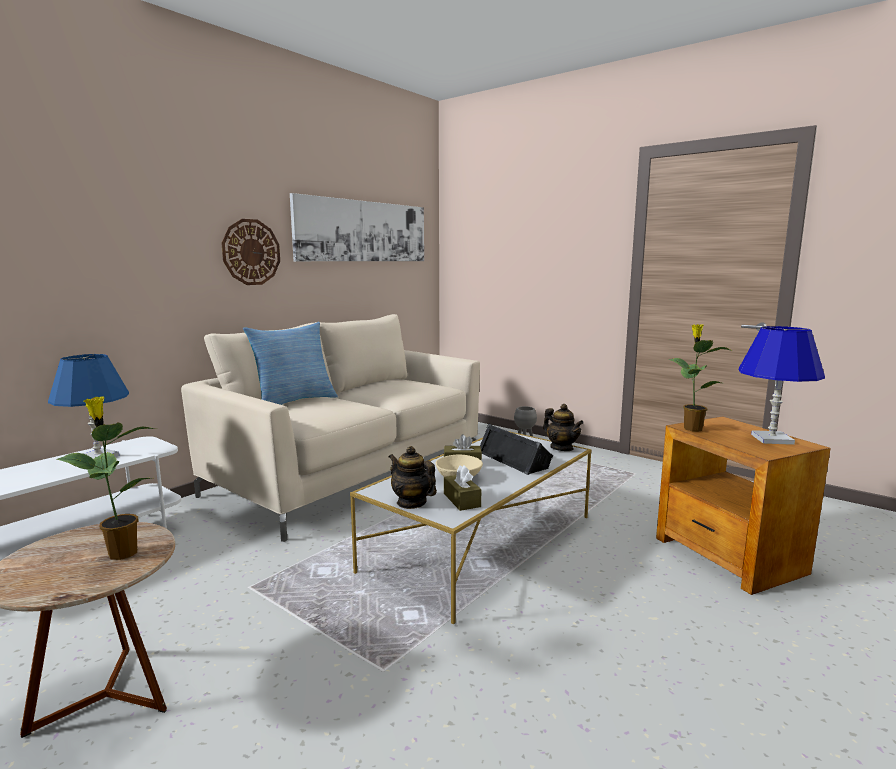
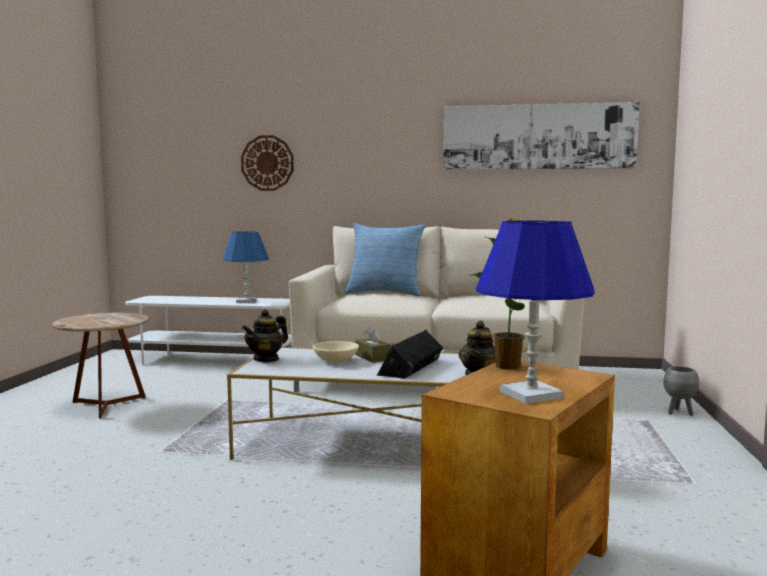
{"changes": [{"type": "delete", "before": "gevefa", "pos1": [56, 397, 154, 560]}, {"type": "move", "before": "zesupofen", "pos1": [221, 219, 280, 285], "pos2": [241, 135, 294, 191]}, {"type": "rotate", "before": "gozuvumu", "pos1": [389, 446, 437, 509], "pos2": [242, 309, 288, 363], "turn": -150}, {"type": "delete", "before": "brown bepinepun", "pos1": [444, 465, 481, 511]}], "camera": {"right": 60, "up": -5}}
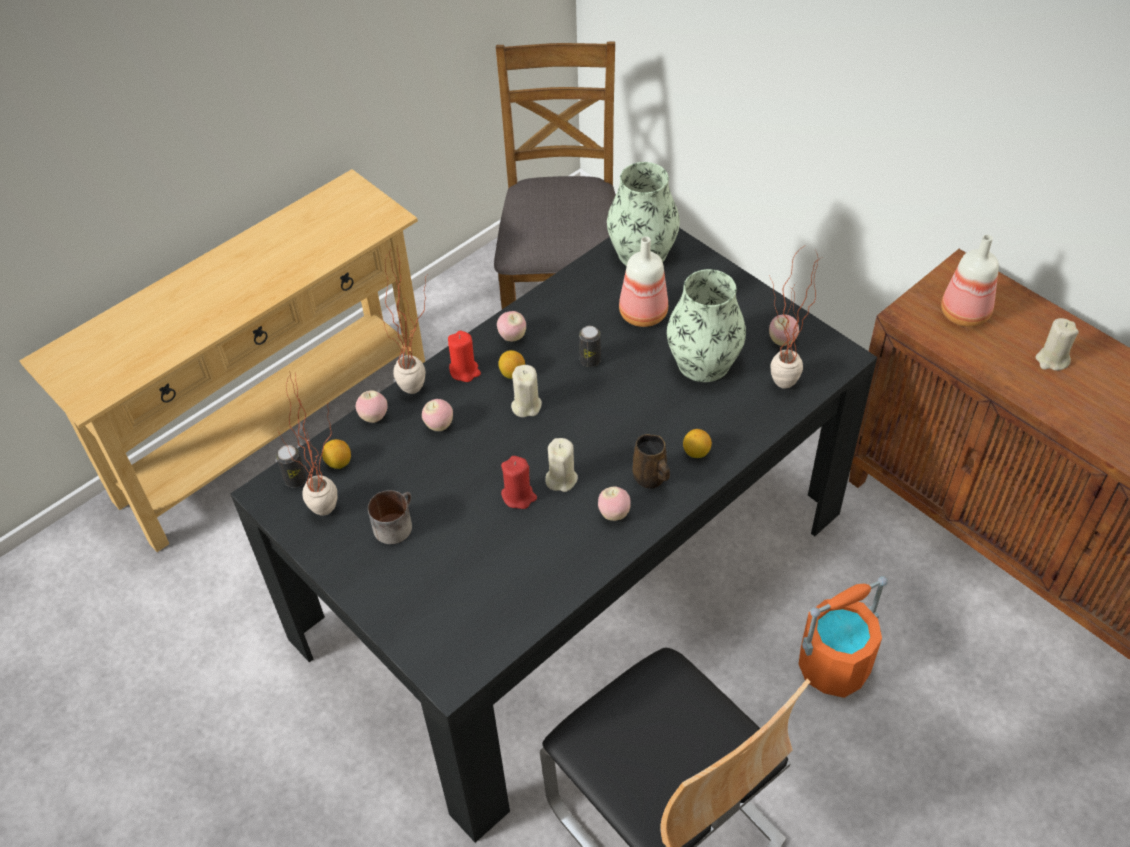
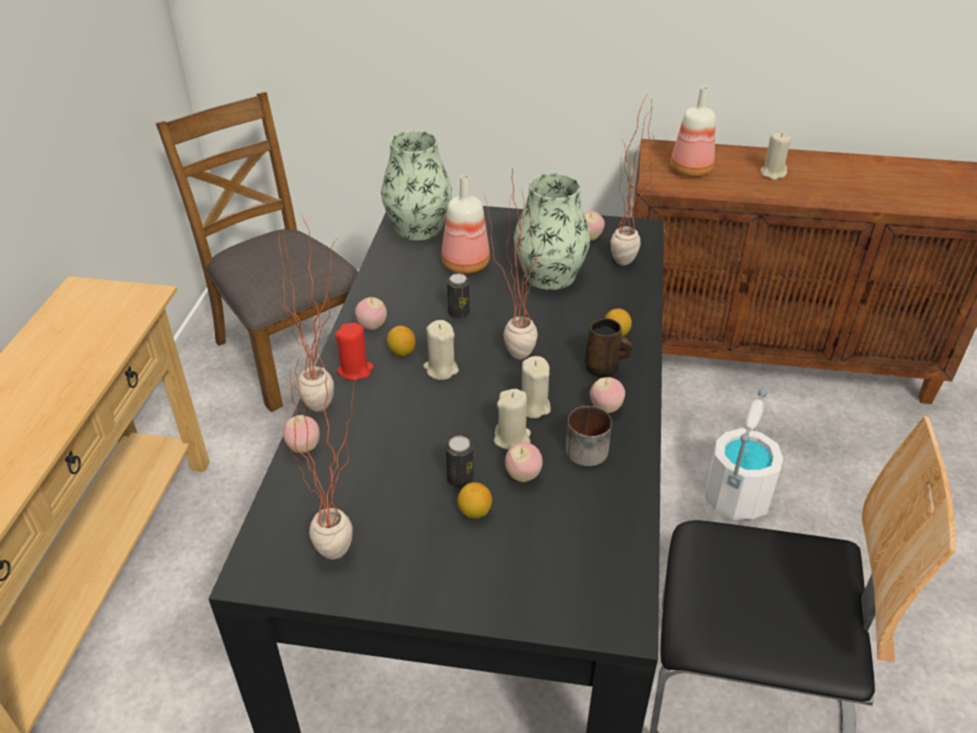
{"changes": [{"type": "move", "before": "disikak", "pos1": [276, 445, 307, 488], "pos2": [446, 436, 473, 488]}, {"type": "move", "before": "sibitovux", "pos1": [322, 439, 351, 469], "pos2": [457, 482, 492, 519]}, {"type": "move", "before": "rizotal", "pos1": [368, 490, 412, 544], "pos2": [566, 406, 612, 466]}, {"type": "move", "before": "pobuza", "pos1": [422, 399, 453, 431], "pos2": [505, 442, 543, 482]}, {"type": "recolor", "before": "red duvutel", "after": "beige duvutel", "pos1": [501, 456, 537, 509], "pos2": [494, 389, 531, 450]}, {"type": "recolor", "before": "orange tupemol", "after": "white tupemol", "pos1": [799, 576, 888, 698], "pos2": [705, 389, 783, 520]}, {"type": "insert", "after": "gevefa", "pos2": [484, 169, 545, 360]}], "camera": {"right": -40, "up": -10}}
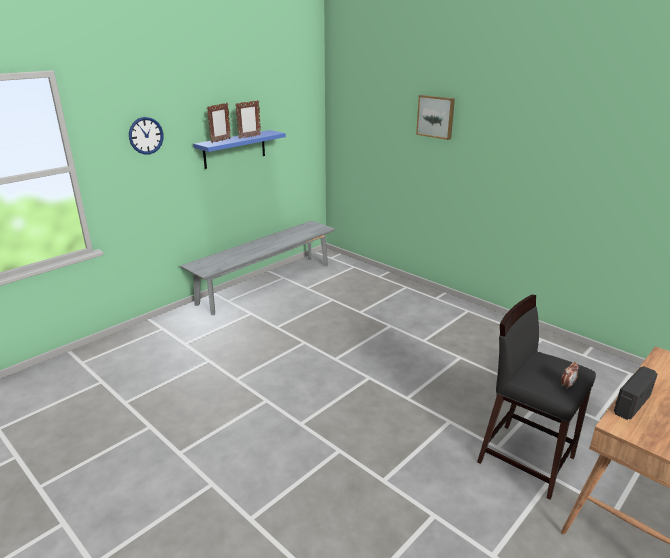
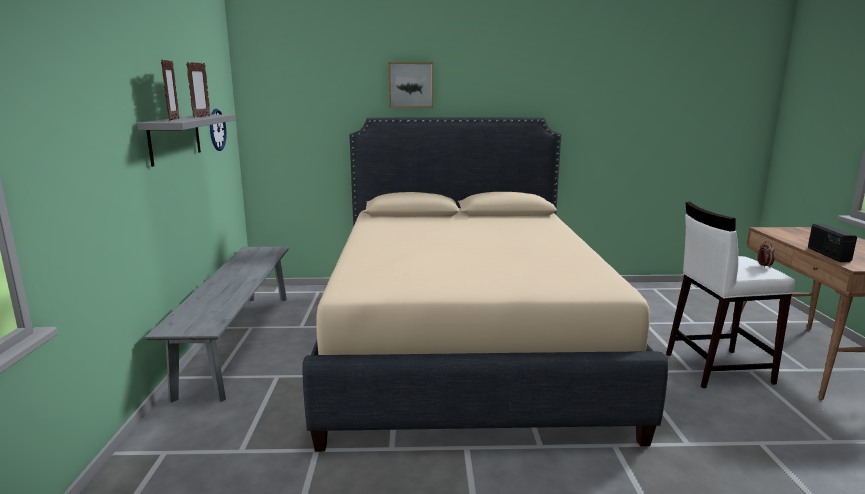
{"changes": [{"type": "move", "before": "zesupofen", "pos1": [129, 117, 163, 155], "pos2": [210, 109, 227, 151]}, {"type": "recolor", "before": "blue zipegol", "after": "grey zipegol", "pos1": [193, 130, 286, 169], "pos2": [137, 115, 235, 167]}, {"type": "recolor", "before": "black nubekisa", "after": "white nubekisa", "pos1": [477, 294, 596, 500], "pos2": [666, 202, 795, 388]}, {"type": "insert", "after": "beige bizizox", "pos2": [303, 117, 668, 452]}], "camera": {"right": -45, "up": -10}}
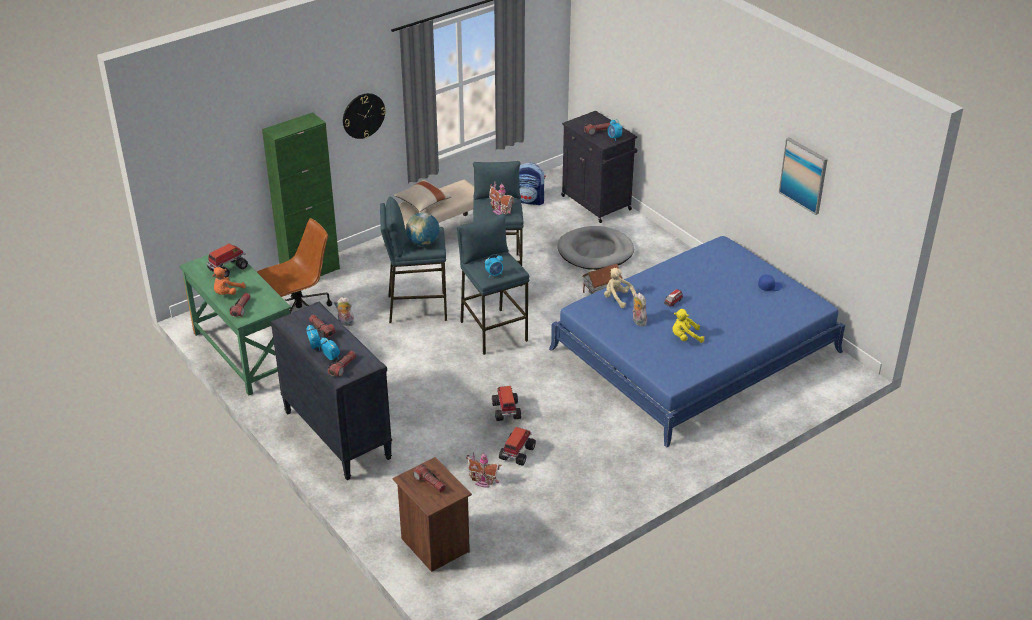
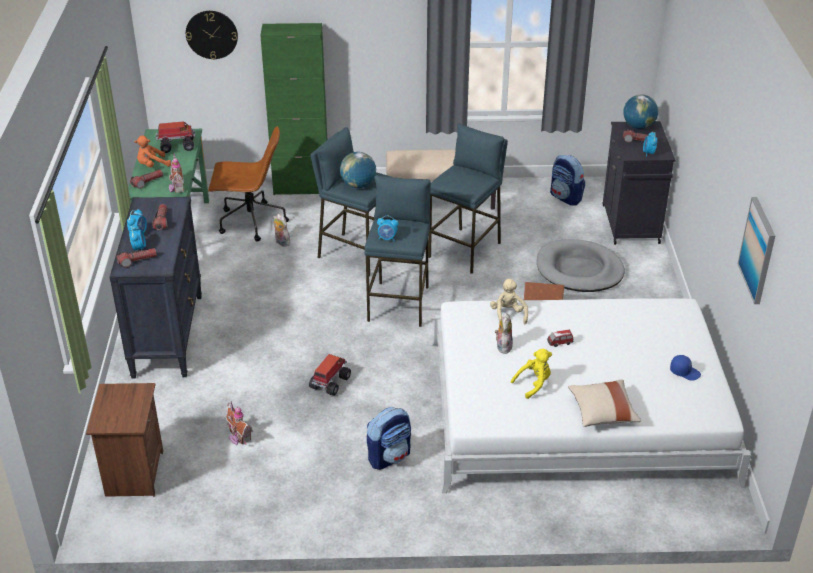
{"changes": [{"type": "move", "before": "zesupofen", "pos1": [343, 93, 386, 139], "pos2": [186, 11, 238, 60]}, {"type": "move", "before": "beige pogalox", "pos1": [394, 180, 451, 212], "pos2": [568, 380, 641, 427]}, {"type": "delete", "before": "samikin", "pos1": [413, 464, 446, 492]}, {"type": "move", "before": "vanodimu", "pos1": [489, 181, 514, 215], "pos2": [169, 153, 184, 193]}, {"type": "delete", "before": "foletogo", "pos1": [499, 427, 536, 466]}, {"type": "recolor", "before": "blue bizizox", "after": "white bizizox", "pos1": [549, 236, 845, 448], "pos2": [432, 298, 751, 493]}, {"type": "rotate", "before": "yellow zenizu", "pos1": [673, 309, 704, 343], "pos2": [511, 349, 552, 399], "turn": 120}, {"type": "insert", "after": "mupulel", "pos2": [367, 407, 411, 470]}, {"type": "insert", "after": "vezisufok", "pos2": [623, 95, 658, 129]}], "camera": {"right": 35, "up": 0}}
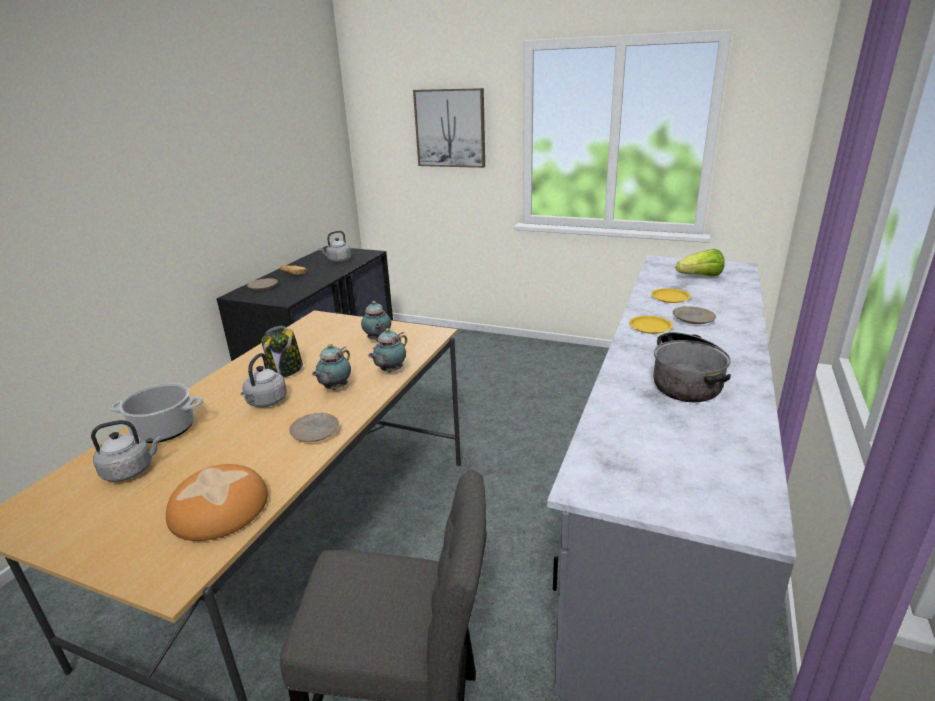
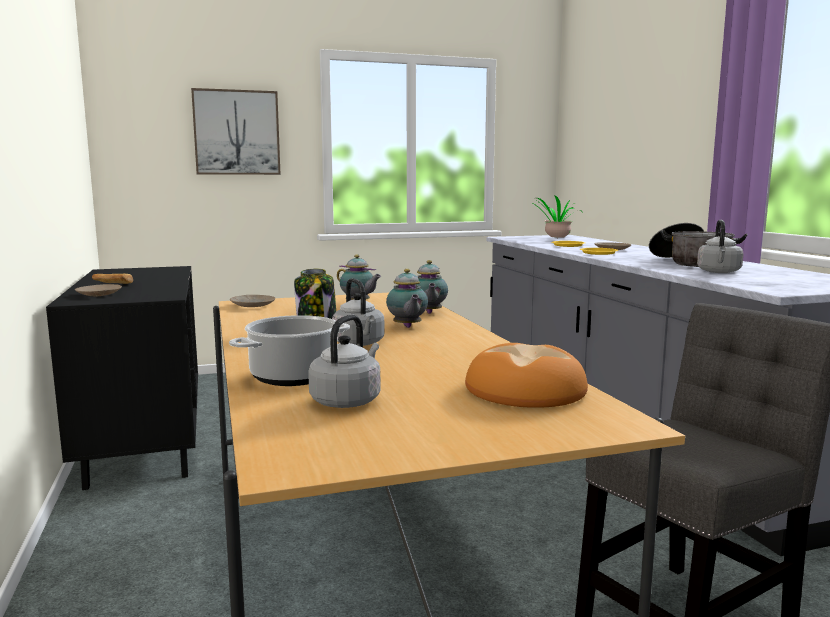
{"changes": [{"type": "move", "before": "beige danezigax", "pos1": [289, 413, 339, 442], "pos2": [230, 295, 276, 307]}, {"type": "move", "before": "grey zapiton", "pos1": [319, 231, 351, 262], "pos2": [697, 220, 744, 273]}, {"type": "replace", "before": "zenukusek", "after": "gevefa", "pos1": [676, 249, 725, 277], "pos2": [531, 195, 583, 239]}], "camera": {"right": -40, "up": -15}}
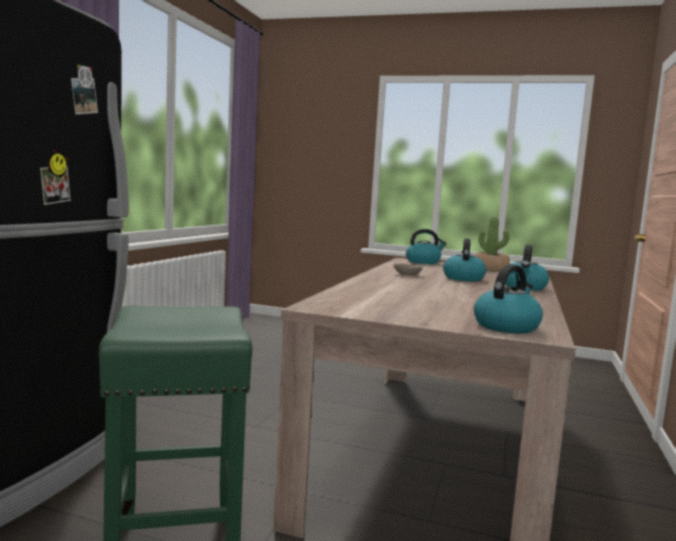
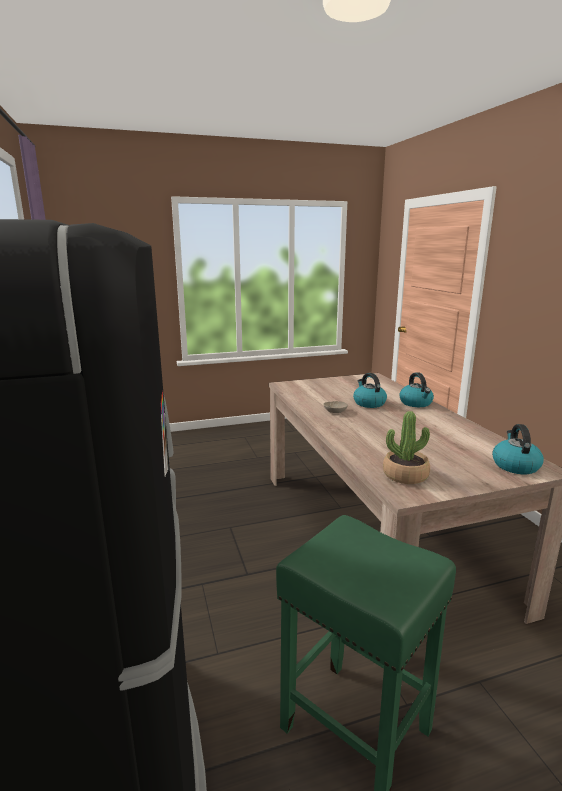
{"changes": [{"type": "delete", "before": "zapiton", "pos1": [406, 229, 446, 264]}, {"type": "move", "before": "gevefa", "pos1": [475, 217, 510, 271], "pos2": [383, 411, 430, 484]}], "camera": {"right": -35, "up": 10}}
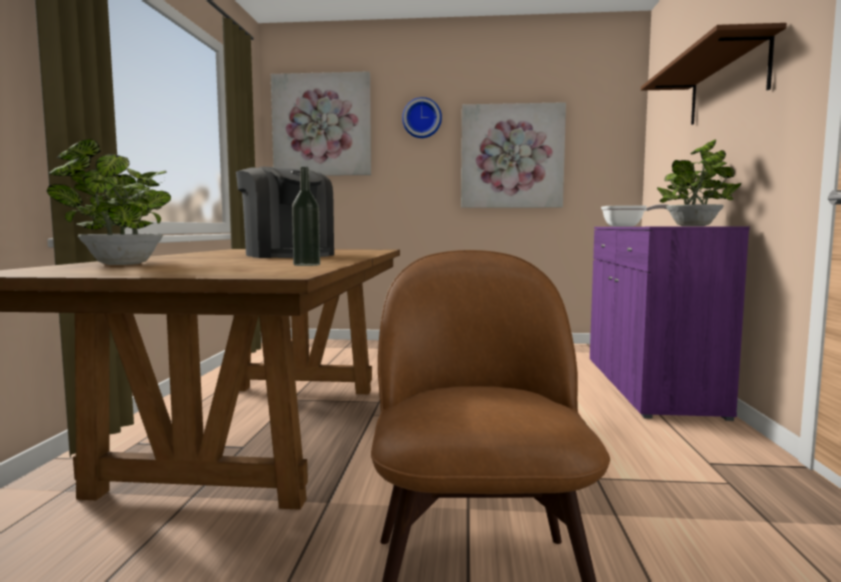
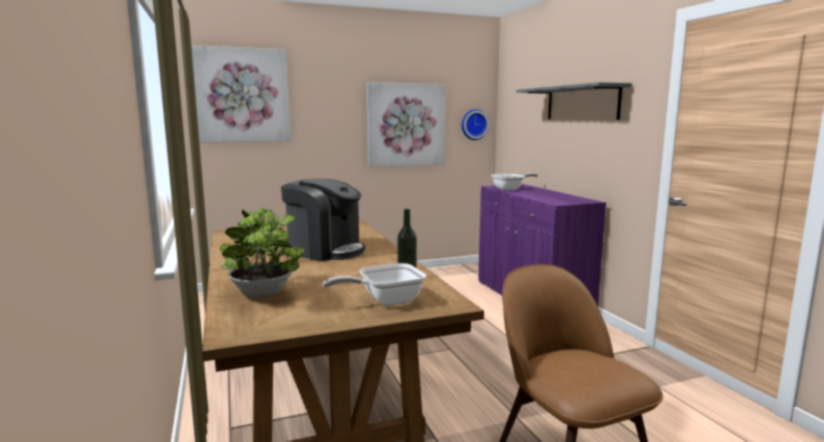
{"changes": [{"type": "move", "before": "zesupofen", "pos1": [402, 97, 442, 138], "pos2": [462, 109, 489, 140]}, {"type": "recolor", "before": "brown zipegol", "after": "grey zipegol", "pos1": [641, 23, 787, 125], "pos2": [516, 82, 632, 120]}, {"type": "delete", "before": "gevefa", "pos1": [657, 140, 742, 226]}, {"type": "insert", "after": "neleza", "pos2": [323, 263, 426, 306]}], "camera": {"right": -25, "up": 5}}
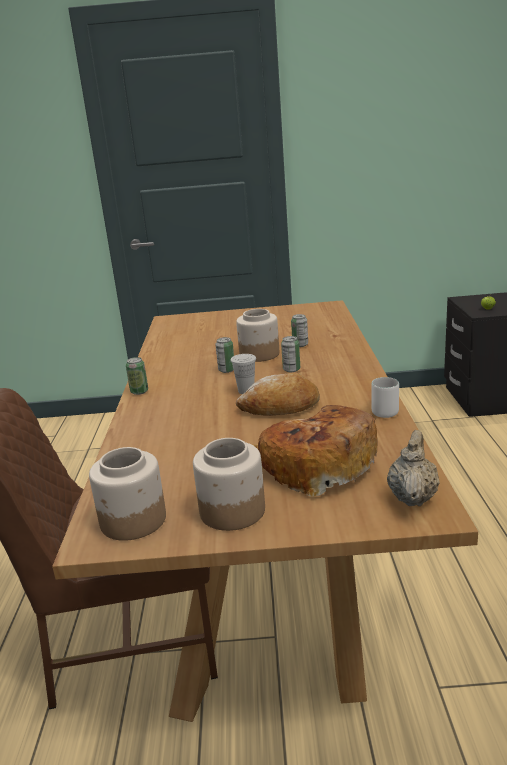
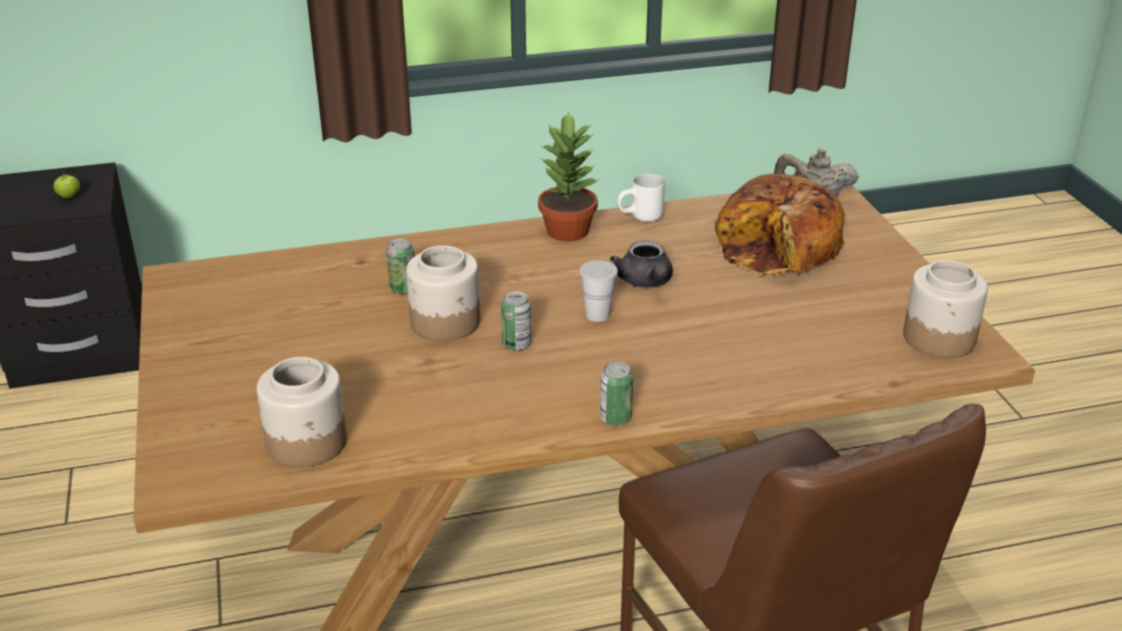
{"changes": [{"type": "move", "before": "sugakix", "pos1": [193, 438, 265, 531], "pos2": [257, 357, 347, 468]}, {"type": "replace", "before": "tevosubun", "after": "grey gozuvumu", "pos1": [236, 373, 320, 416], "pos2": [610, 241, 673, 287]}, {"type": "delete", "before": "disikak", "pos1": [281, 336, 300, 372]}, {"type": "insert", "after": "gevefa", "pos2": [538, 111, 600, 242]}], "camera": {"right": -105, "up": 10}}
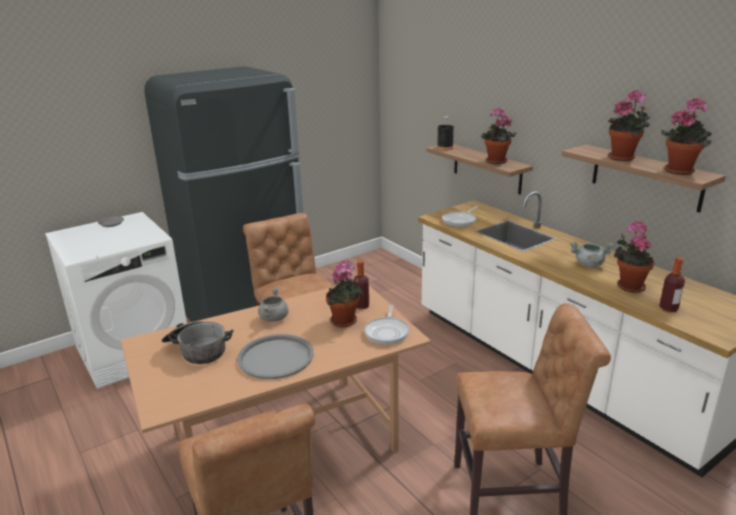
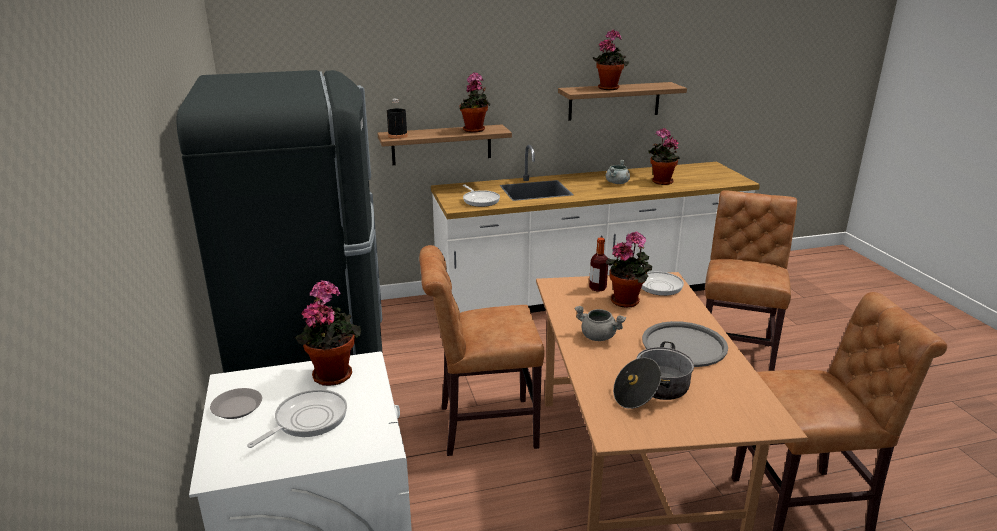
{"changes": [{"type": "delete", "before": "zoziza", "pos1": [659, 257, 685, 312]}, {"type": "move", "before": "gevefa", "pos1": [661, 98, 712, 175], "pos2": [295, 280, 361, 386]}, {"type": "insert", "after": "neleza", "pos2": [247, 389, 347, 448]}], "camera": {"right": -70, "up": 0}}
